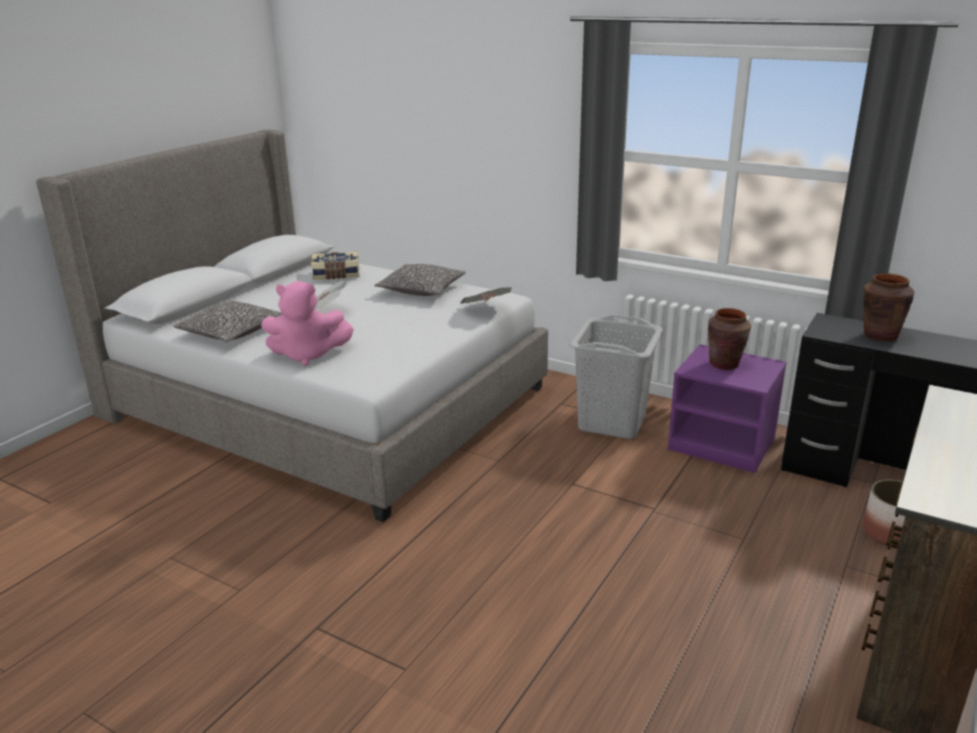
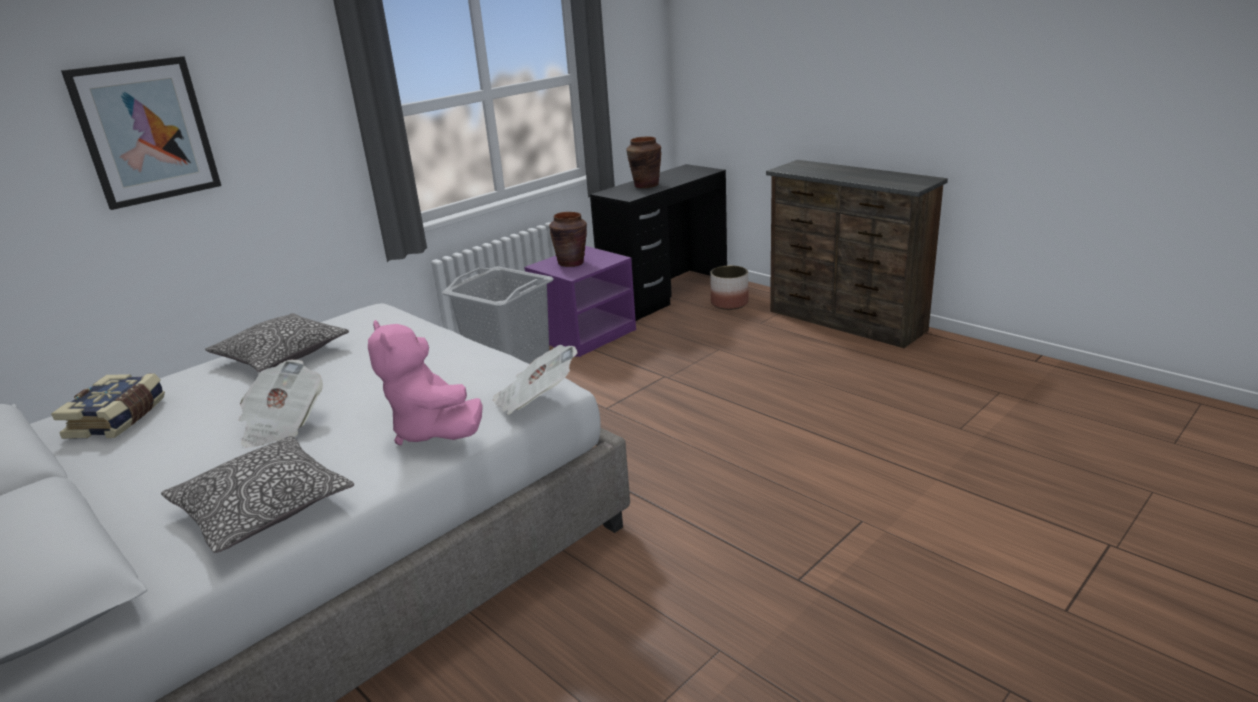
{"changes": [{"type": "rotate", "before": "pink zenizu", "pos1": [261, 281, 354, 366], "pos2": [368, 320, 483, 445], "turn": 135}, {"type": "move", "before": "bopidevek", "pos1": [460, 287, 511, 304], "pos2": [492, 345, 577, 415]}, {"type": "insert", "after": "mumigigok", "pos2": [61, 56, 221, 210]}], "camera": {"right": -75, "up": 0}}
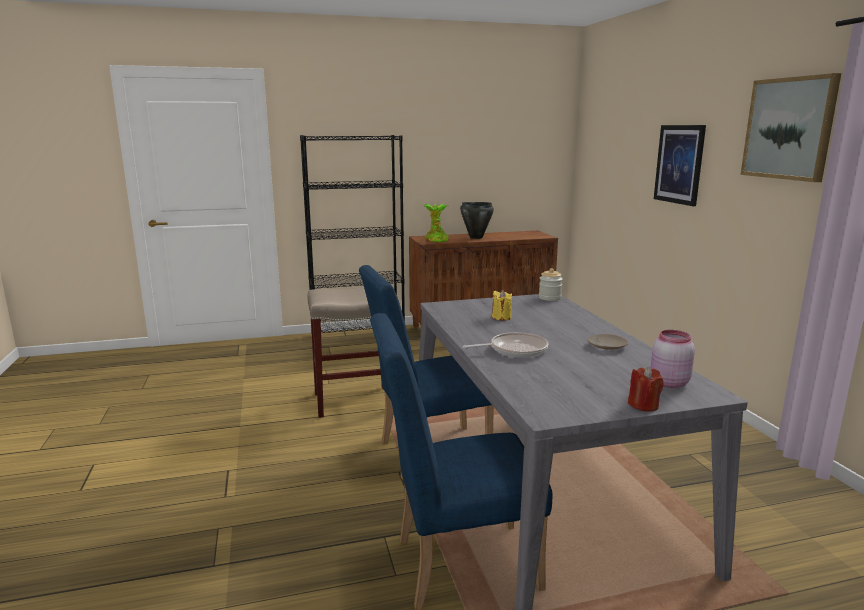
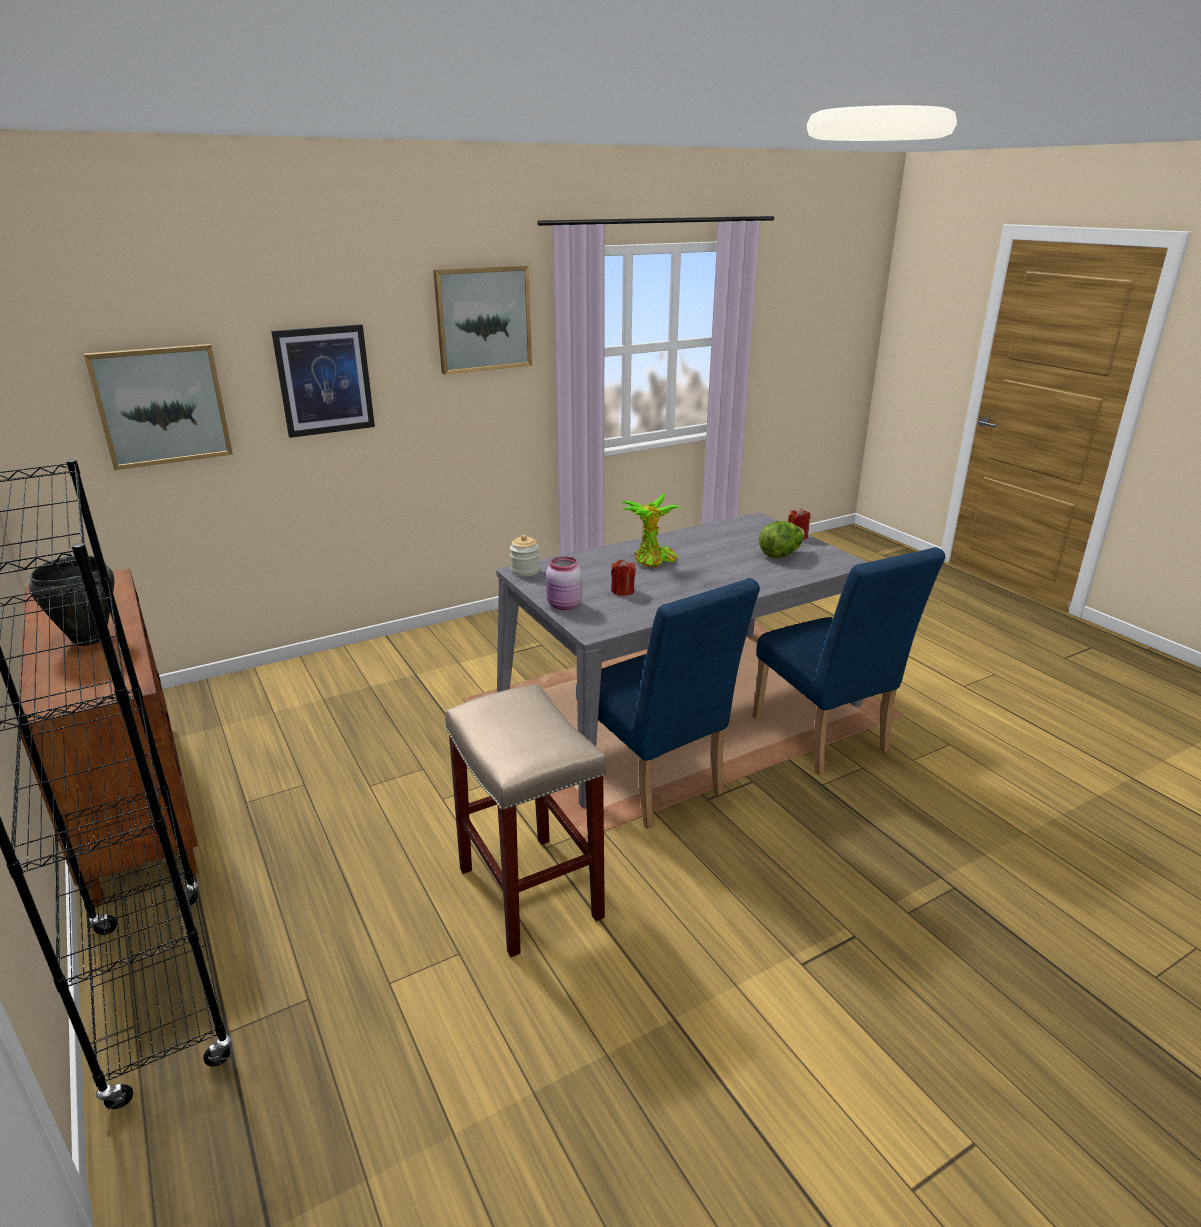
{"changes": [{"type": "move", "before": "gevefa", "pos1": [424, 204, 449, 242], "pos2": [621, 493, 681, 568]}, {"type": "delete", "before": "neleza", "pos1": [463, 332, 548, 358]}, {"type": "recolor", "before": "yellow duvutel", "after": "red duvutel", "pos1": [492, 290, 512, 321], "pos2": [611, 559, 636, 596]}, {"type": "delete", "before": "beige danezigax", "pos1": [588, 334, 628, 350]}, {"type": "move", "before": "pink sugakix", "pos1": [651, 330, 695, 388], "pos2": [546, 556, 582, 610]}, {"type": "insert", "after": "mumigigok", "pos2": [84, 344, 233, 470]}, {"type": "insert", "after": "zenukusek", "pos2": [759, 520, 805, 558]}], "camera": {"right": -105, "up": 10}}
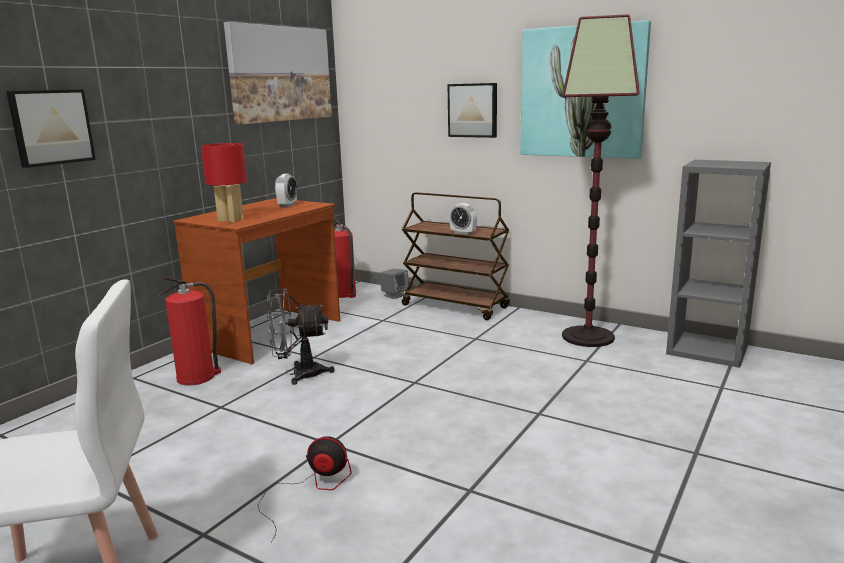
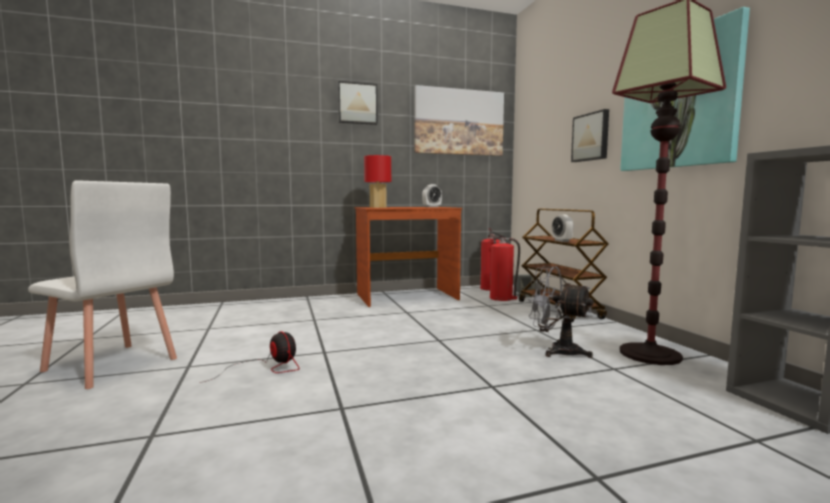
{"changes": [{"type": "move", "before": "mumigigok", "pos1": [6, 89, 96, 168], "pos2": [338, 81, 378, 125]}, {"type": "move", "before": "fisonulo", "pos1": [159, 277, 221, 385], "pos2": [489, 232, 520, 301]}, {"type": "move", "before": "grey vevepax", "pos1": [266, 288, 335, 385], "pos2": [528, 266, 593, 358]}], "camera": {"right": 40, "up": -10}}
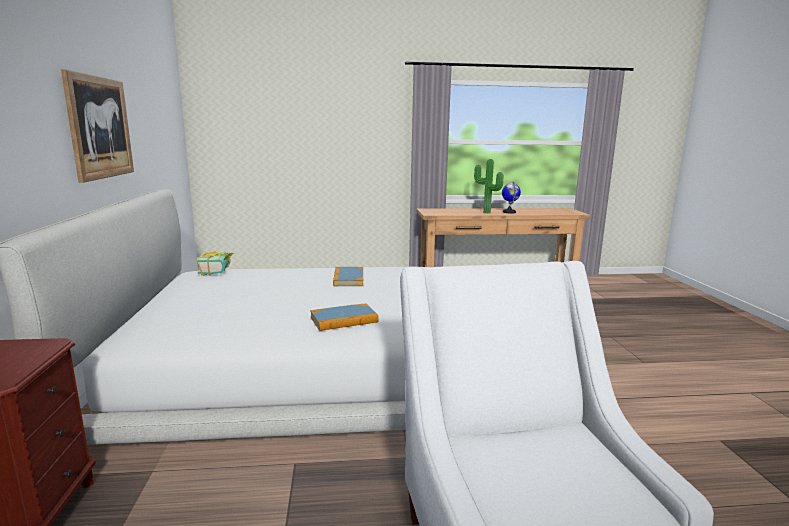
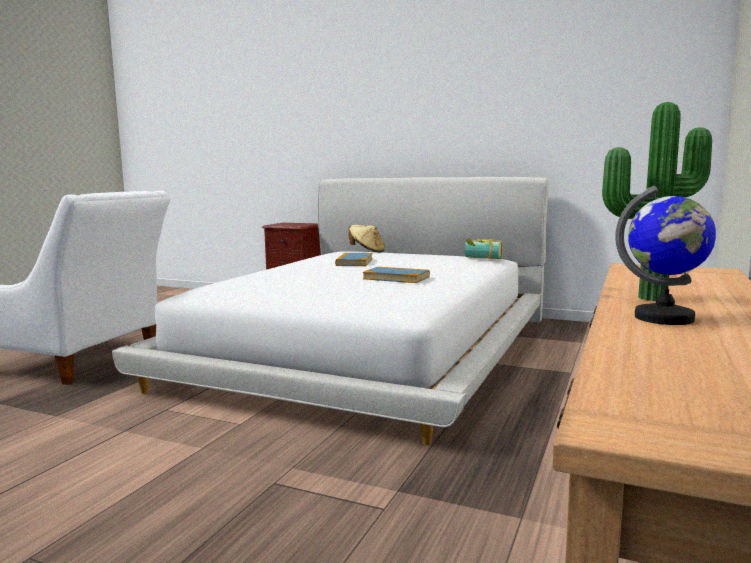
{"changes": [{"type": "delete", "before": "mumigigok", "pos1": [61, 69, 134, 183]}, {"type": "move", "before": "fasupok", "pos1": [310, 303, 378, 331], "pos2": [335, 253, 373, 266]}, {"type": "insert", "after": "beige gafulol", "pos2": [348, 225, 385, 253]}], "camera": {"right": 120, "up": -5}}
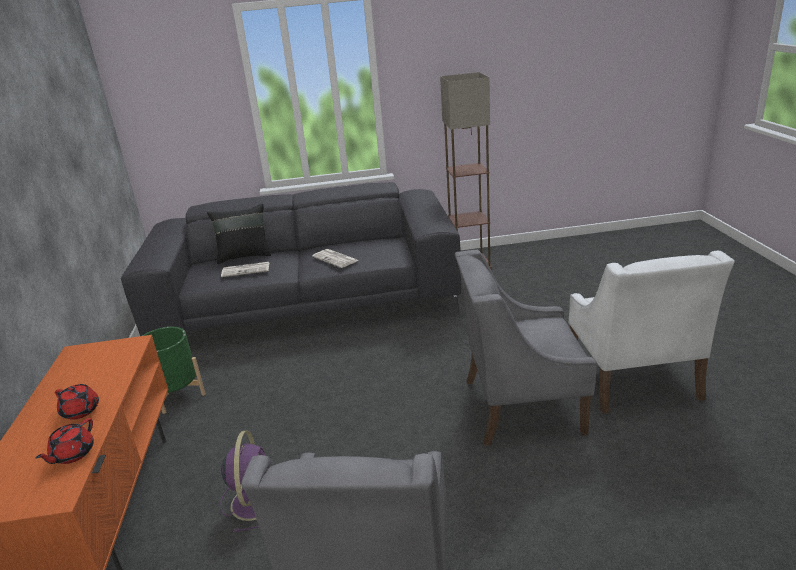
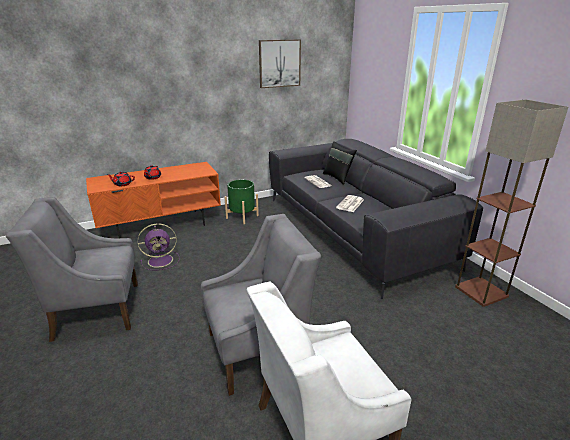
{"changes": [{"type": "rotate", "before": "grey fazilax", "pos1": [455, 250, 597, 446], "pos2": [201, 214, 321, 396], "turn": 90}, {"type": "insert", "after": "mumigigok", "pos2": [259, 39, 301, 88]}], "camera": {"right": 70, "up": 0}}
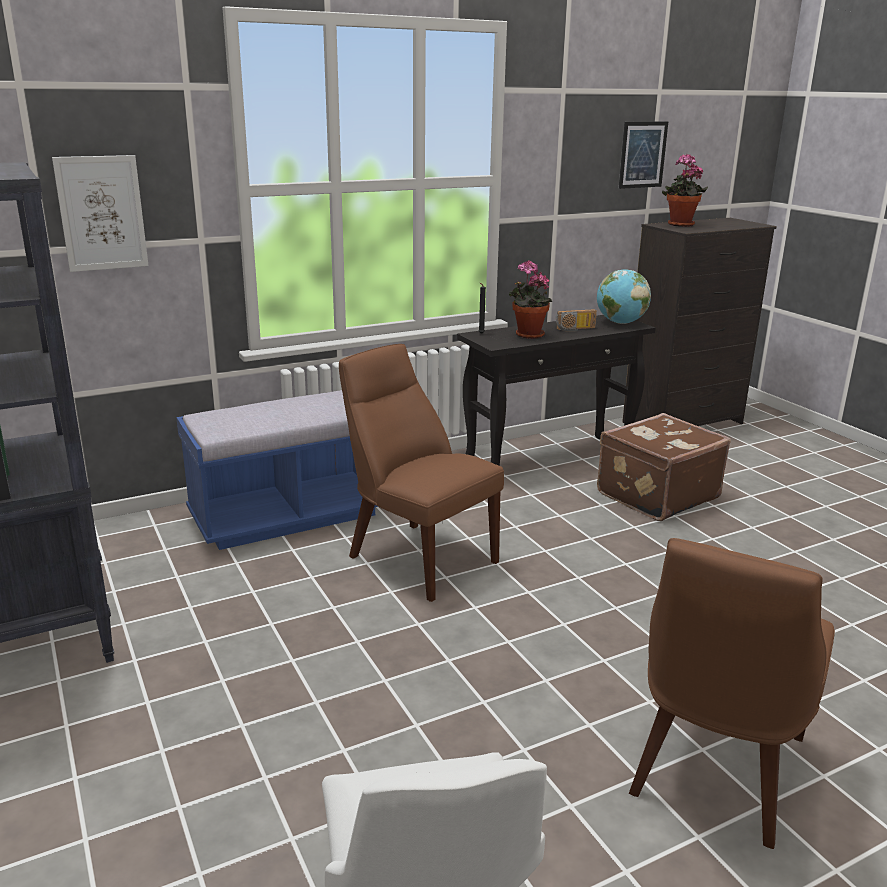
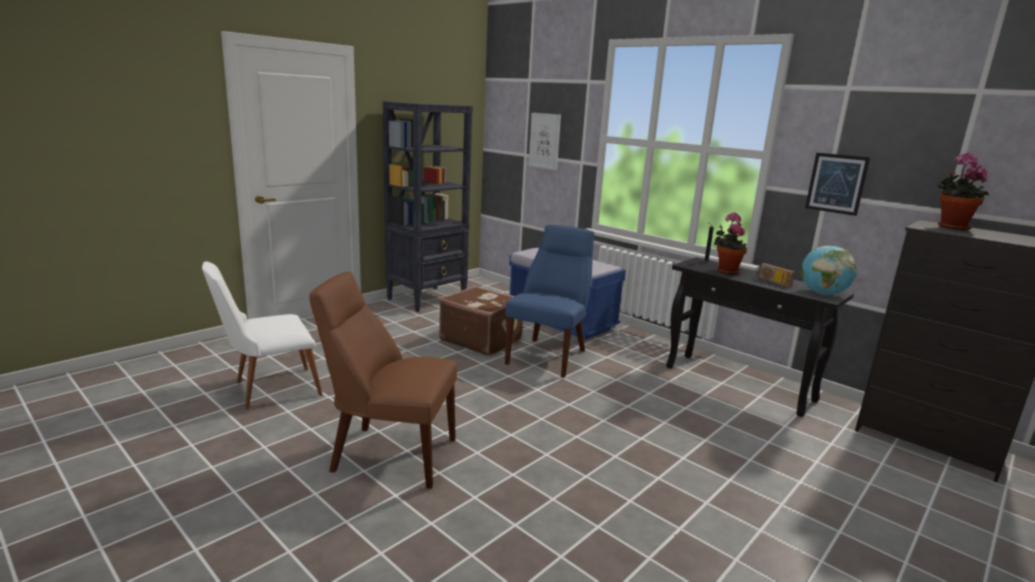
{"changes": [{"type": "recolor", "before": "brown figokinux", "after": "blue figokinux", "pos1": [339, 344, 504, 602], "pos2": [505, 225, 594, 378]}, {"type": "move", "before": "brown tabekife", "pos1": [597, 413, 731, 521], "pos2": [439, 286, 523, 356]}, {"type": "move", "before": "mumigigok", "pos1": [619, 122, 668, 189], "pos2": [805, 153, 870, 216]}], "camera": {"right": 70, "up": -5}}
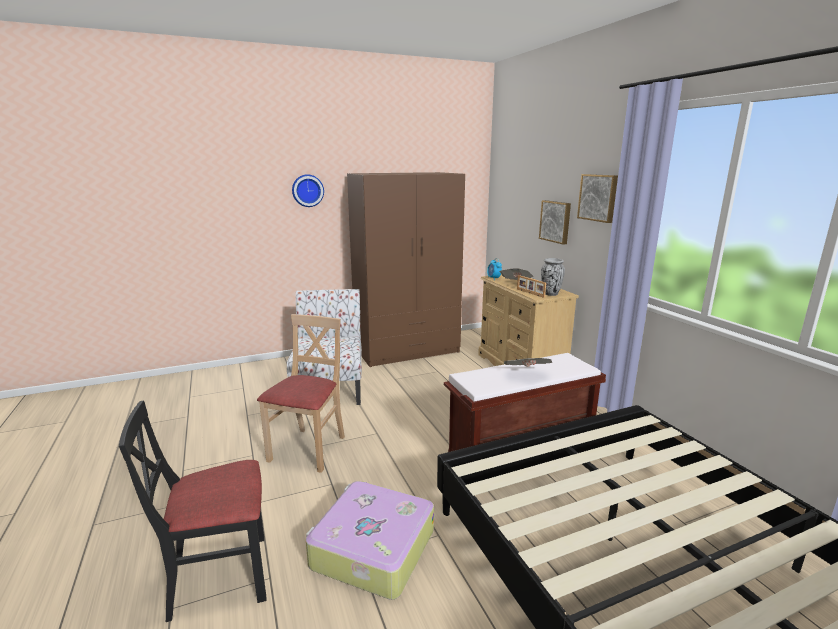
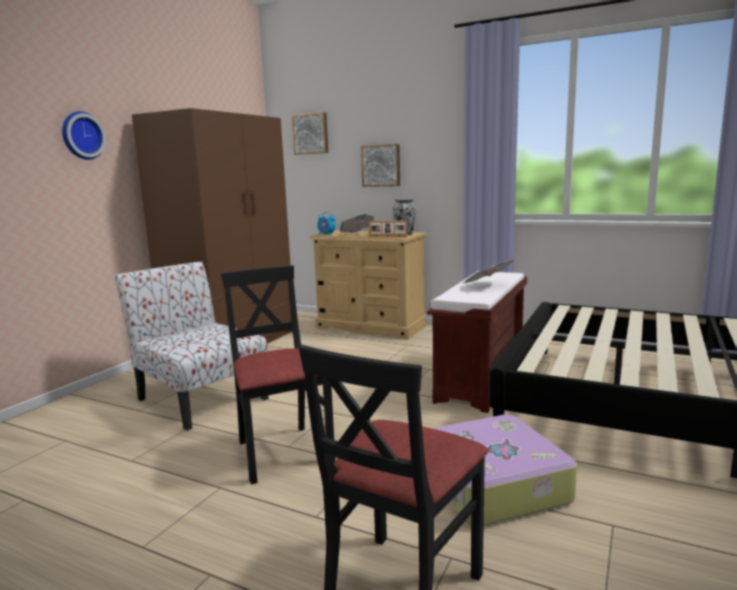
{"changes": [{"type": "recolor", "before": "beige figokinux", "after": "black figokinux", "pos1": [257, 314, 345, 473], "pos2": [221, 265, 335, 485]}, {"type": "move", "before": "mumigigok", "pos1": [577, 174, 618, 223], "pos2": [292, 112, 328, 154]}], "camera": {"right": -40, "up": -5}}
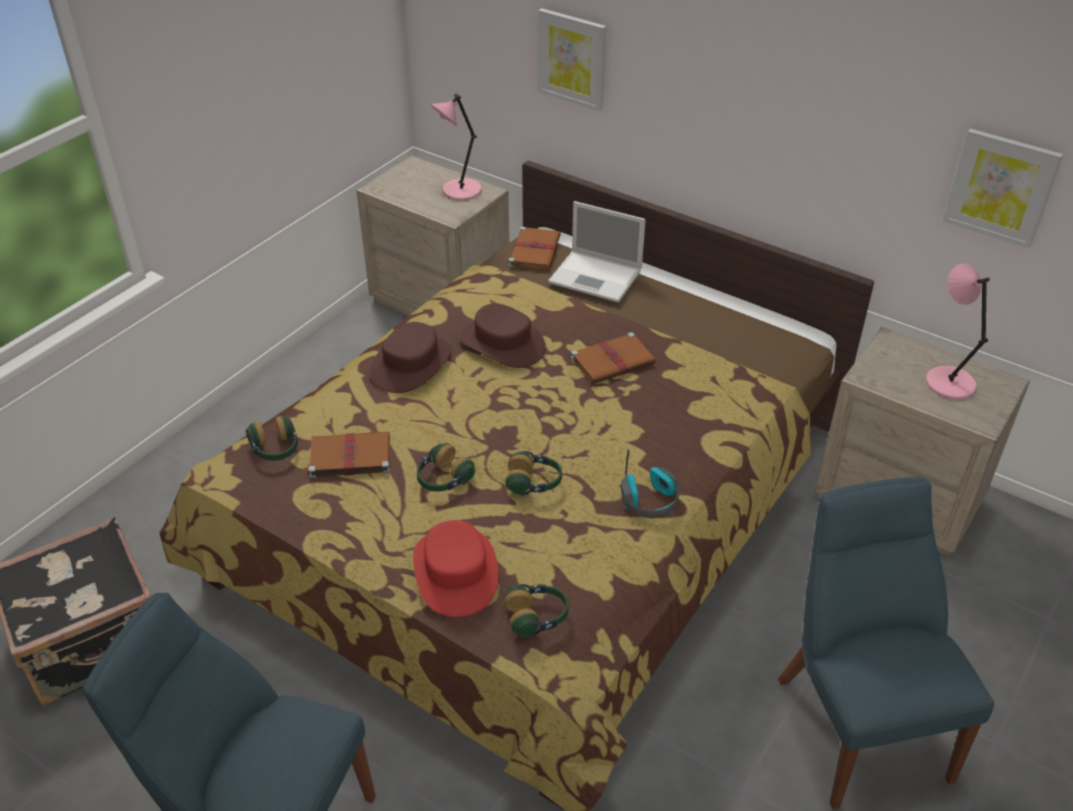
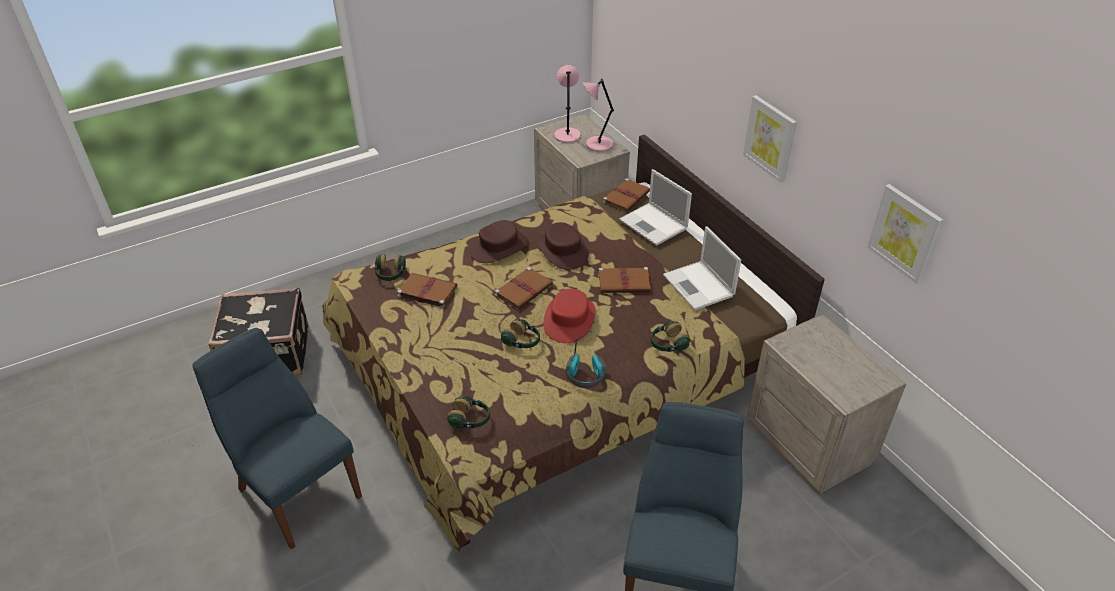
{"changes": [{"type": "move", "before": "red gafulol", "pos1": [413, 520, 498, 617], "pos2": [543, 289, 595, 343]}, {"type": "move", "before": "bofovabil", "pos1": [417, 443, 475, 492], "pos2": [650, 321, 690, 352]}, {"type": "move", "before": "mumigigok", "pos1": [538, 8, 606, 111], "pos2": [743, 95, 797, 183]}, {"type": "move", "before": "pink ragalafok", "pos1": [926, 263, 990, 399], "pos2": [554, 65, 581, 143]}, {"type": "insert", "after": "brown fasupok", "pos2": [495, 267, 553, 310]}, {"type": "insert", "after": "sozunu", "pos2": [663, 226, 741, 310]}], "camera": {"right": 25, "up": 0}}
